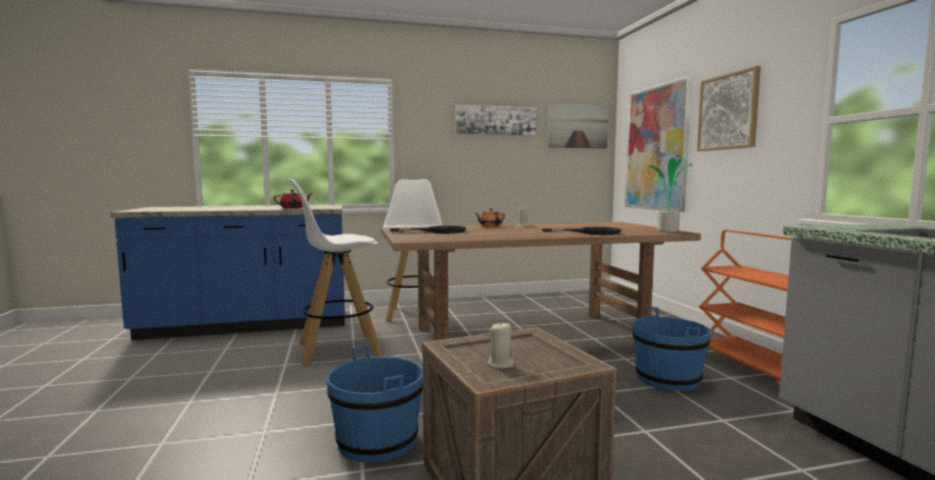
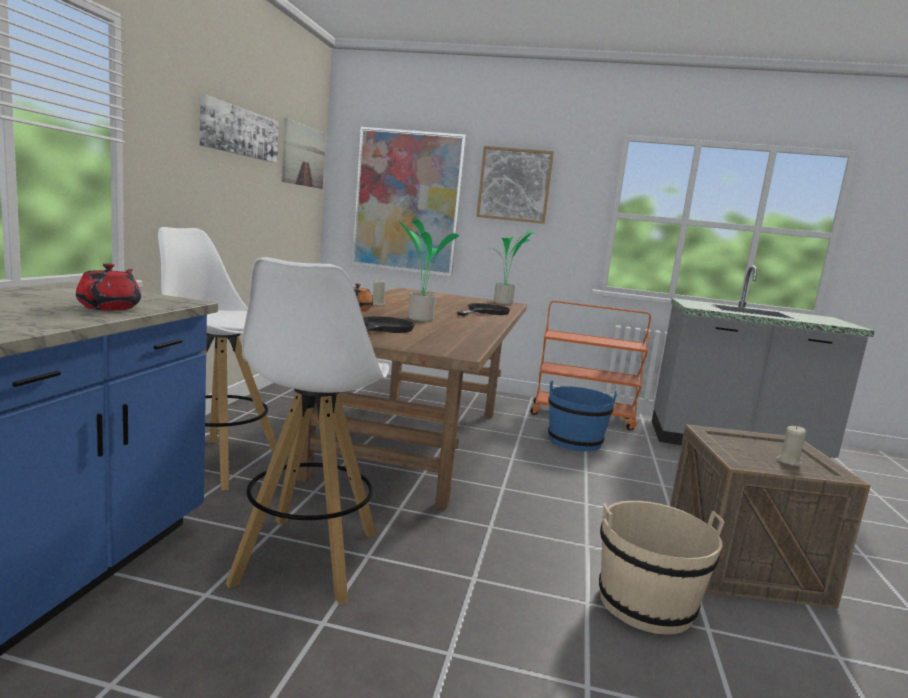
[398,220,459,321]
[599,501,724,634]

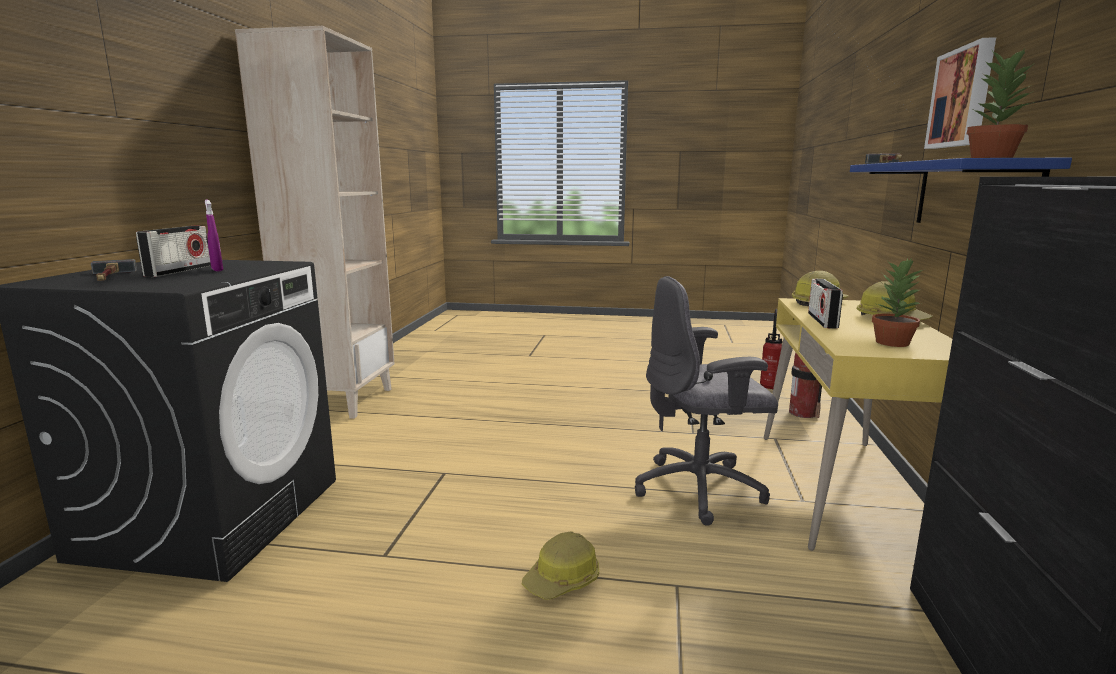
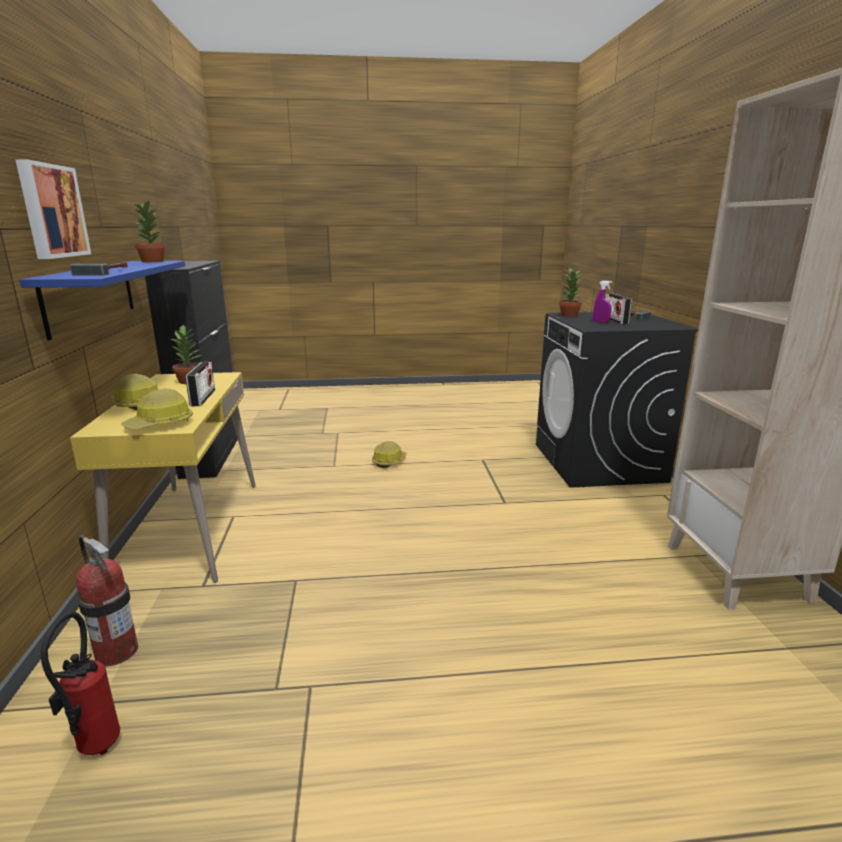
[635,276,778,526] (first image)
[559,267,582,317]

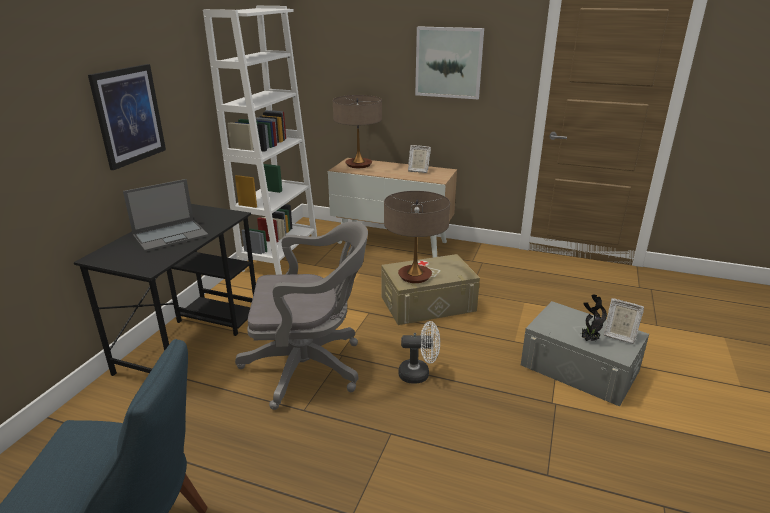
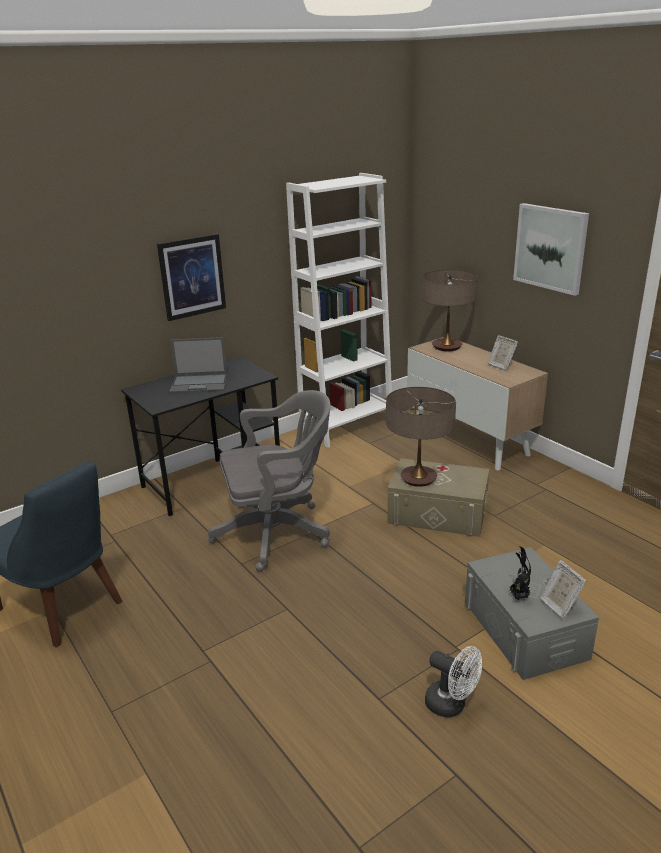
[425,646,482,718]
[208,390,330,572]

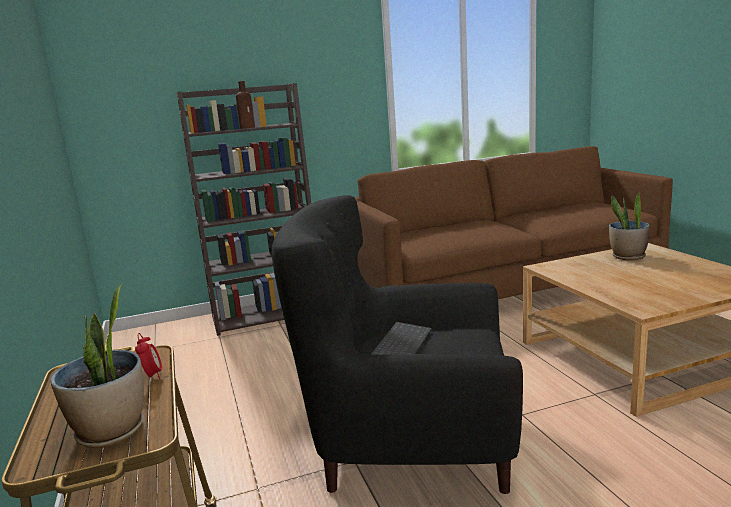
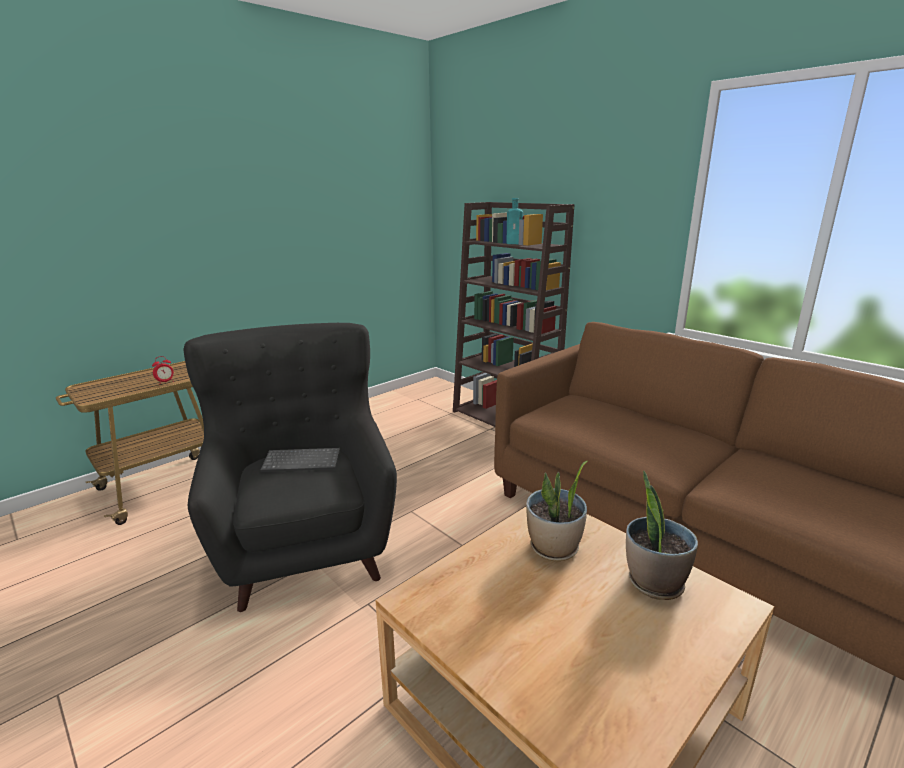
[526,461,588,561]
[506,198,523,244]

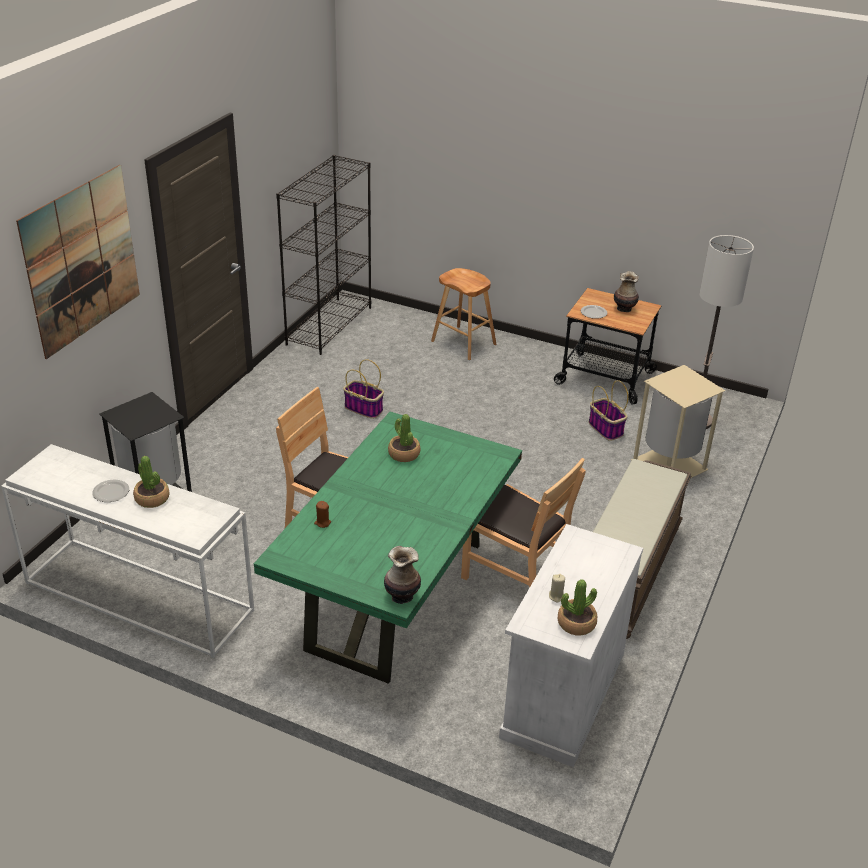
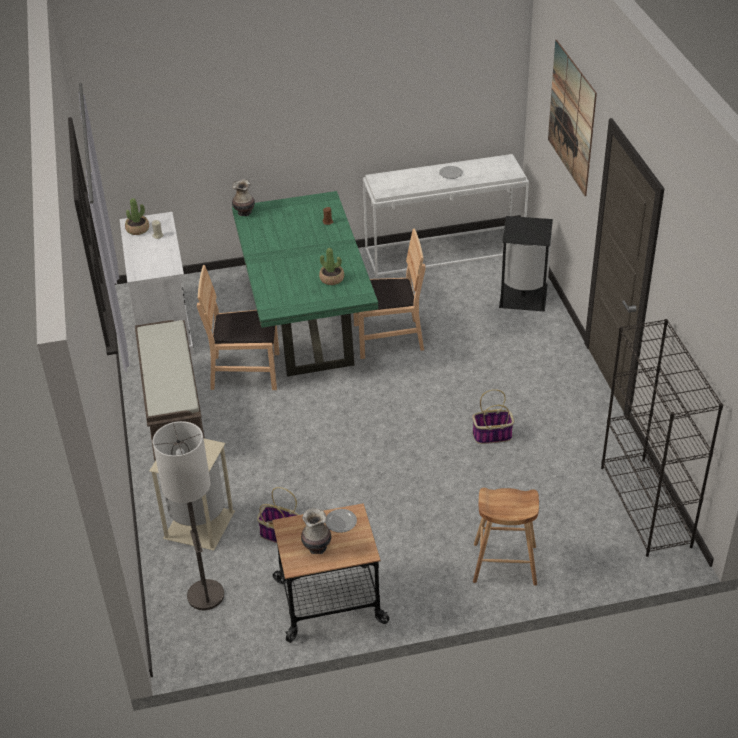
[133,456,170,508] (first image)

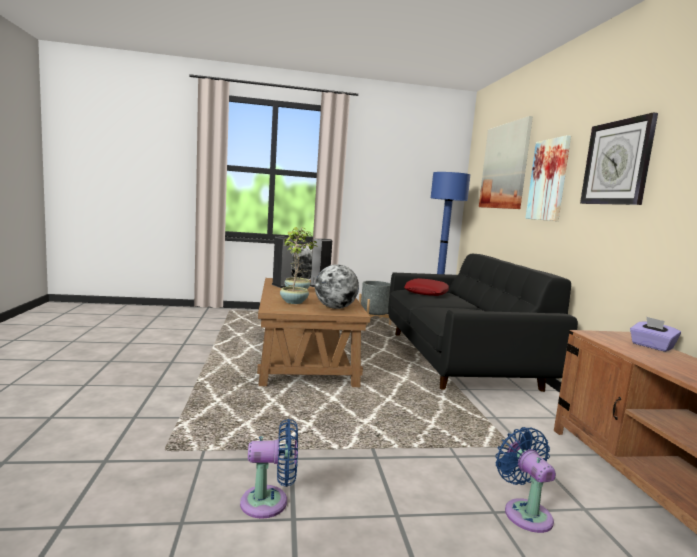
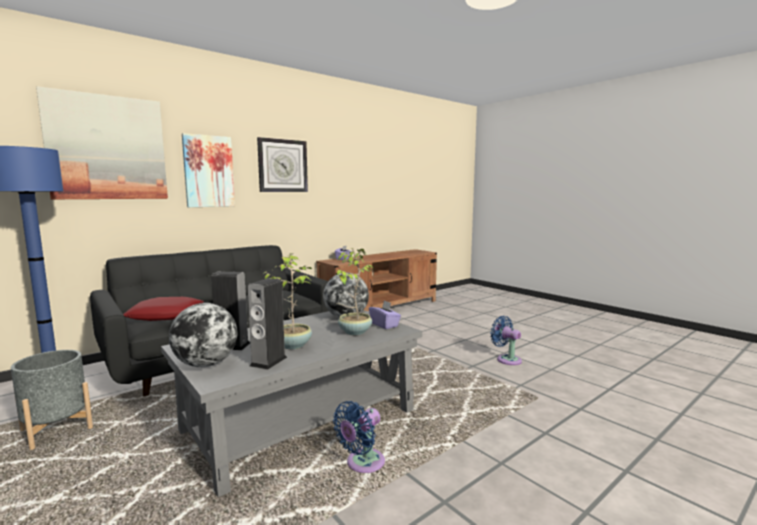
[369,300,401,329]
[333,401,385,473]
[161,310,422,497]

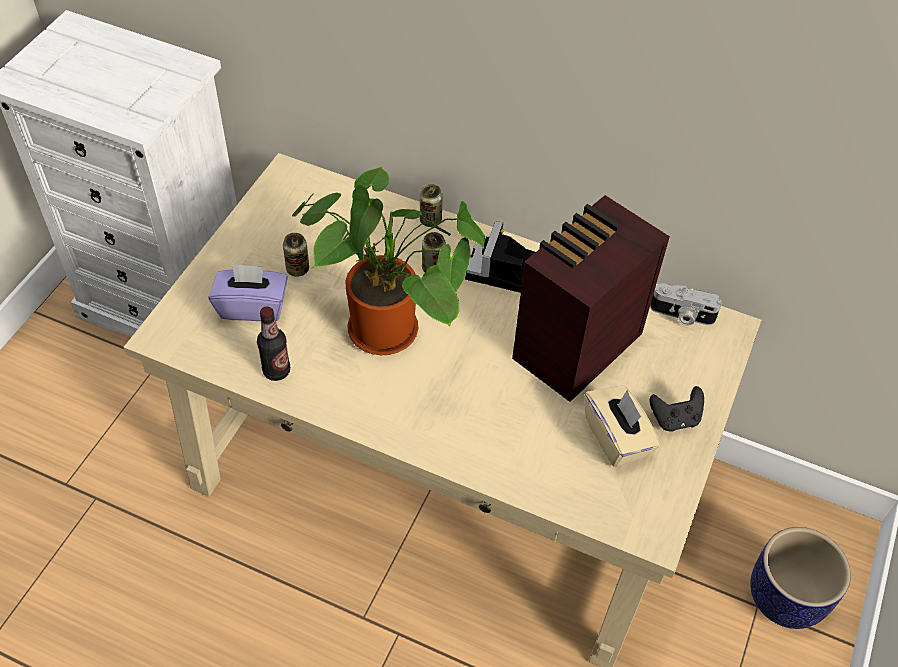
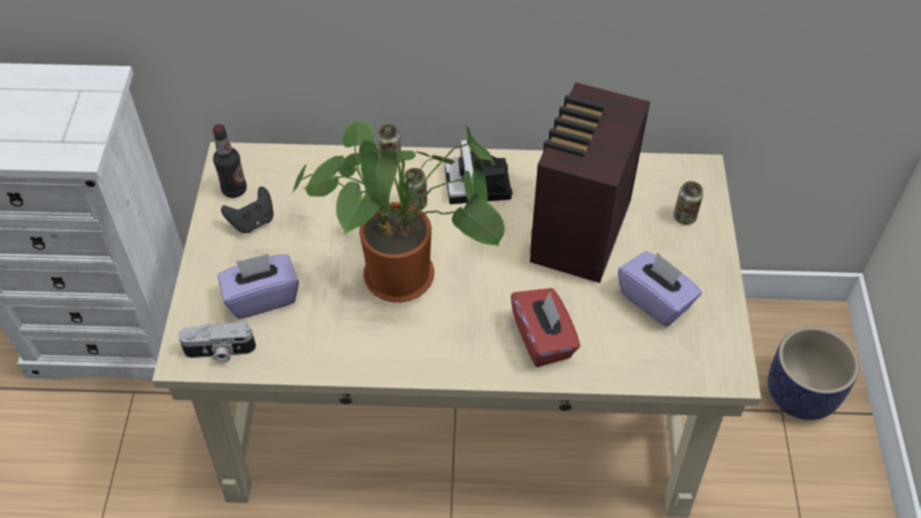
[511,288,580,367]
[213,124,247,198]
[673,181,703,225]
[221,187,274,233]
[178,322,256,363]
[618,251,702,327]

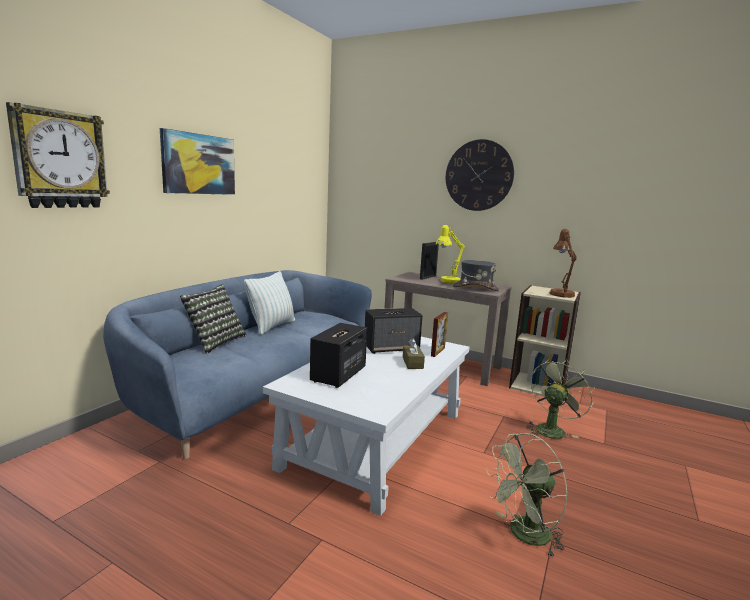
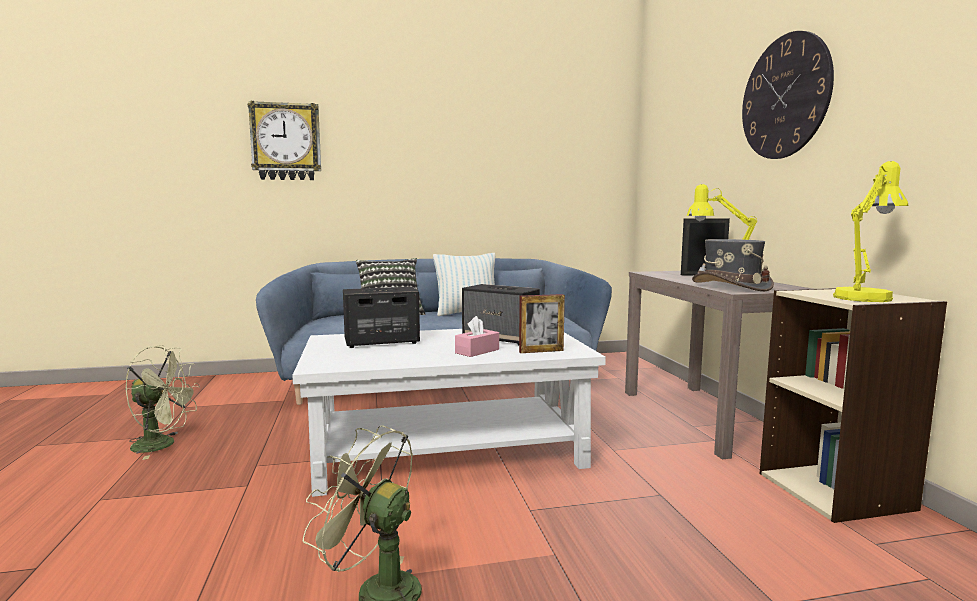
[160,128,235,195] (first image)
[125,345,200,460]
[455,316,499,357]
[833,161,908,302]

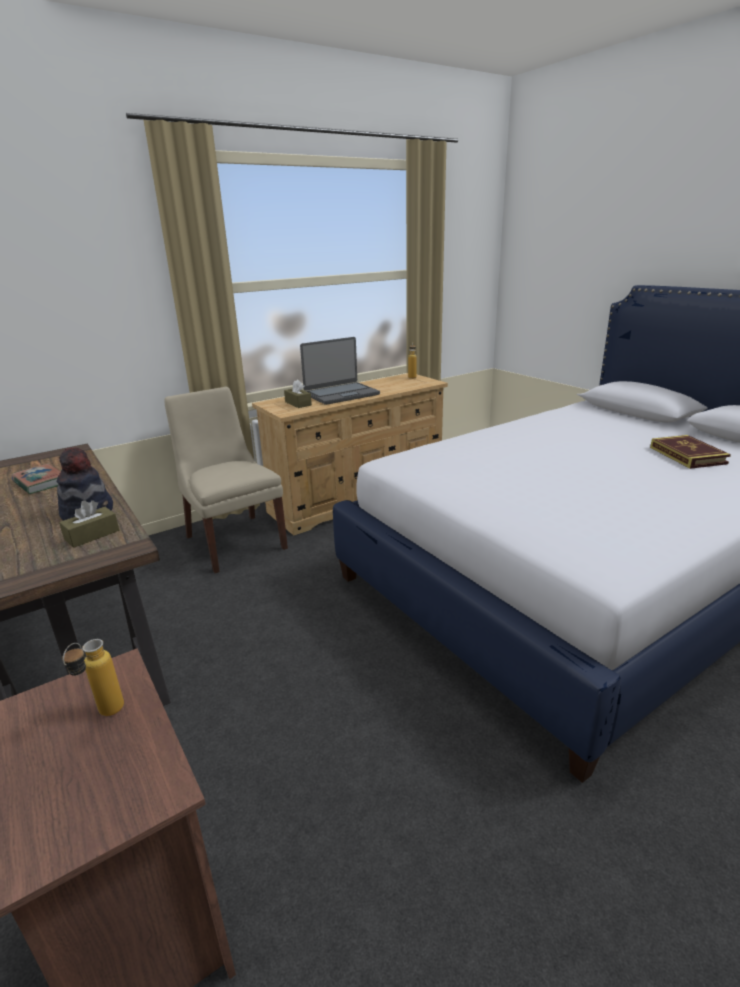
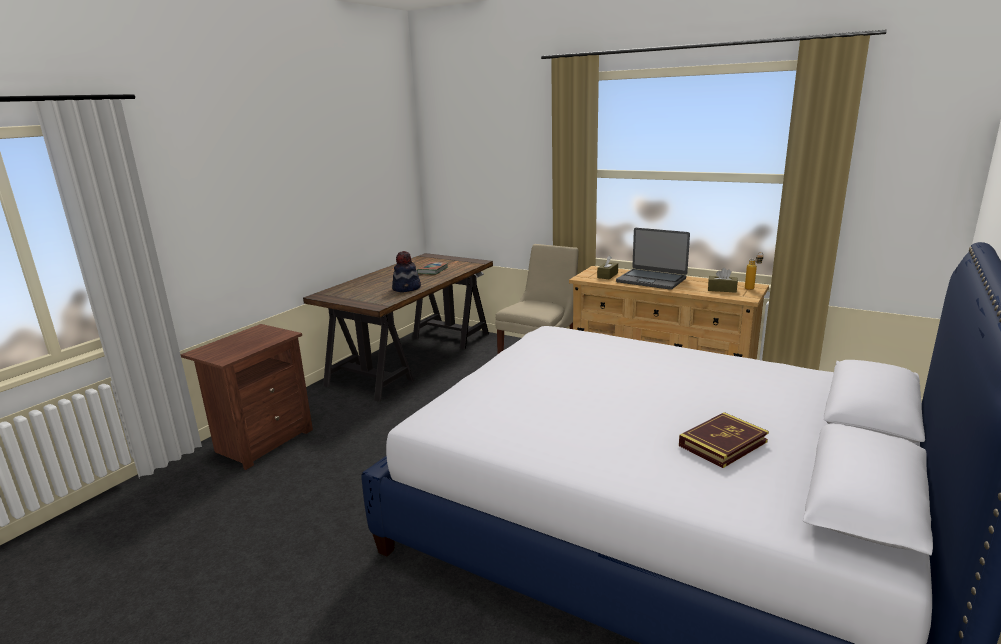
[62,639,124,716] (first image)
[708,268,738,293]

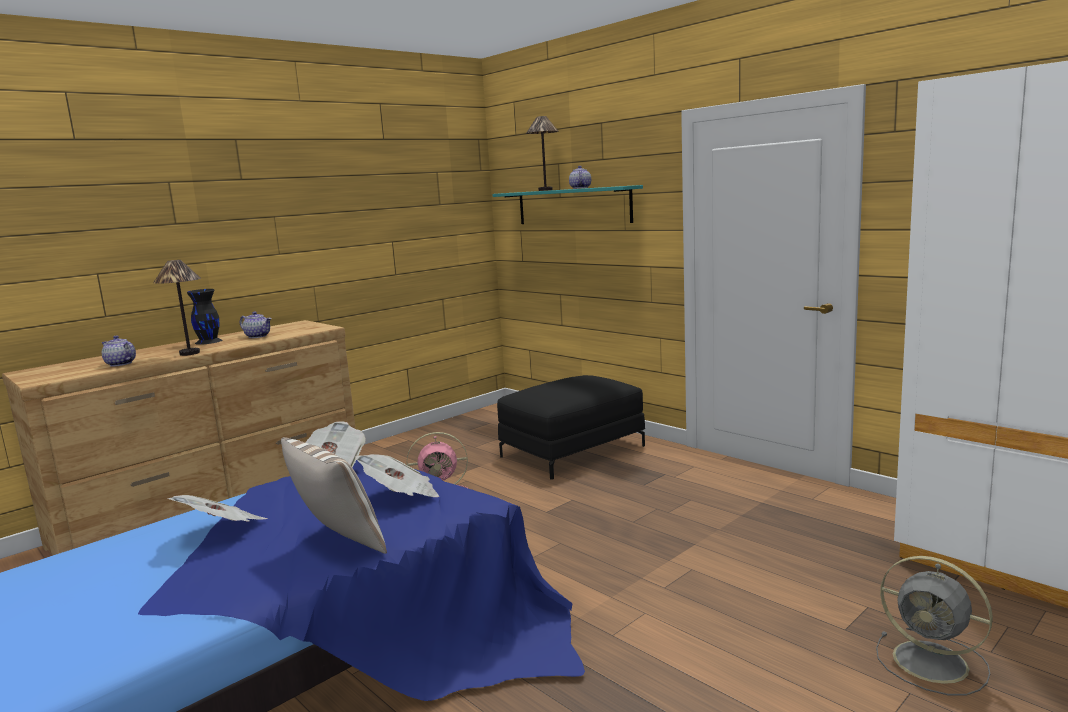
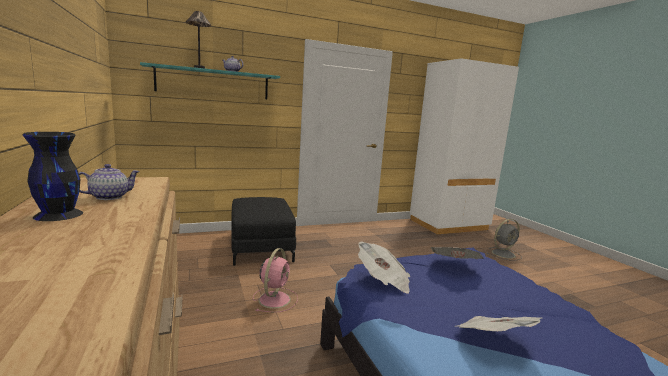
[101,336,136,367] (first image)
[153,260,201,356] (first image)
[281,437,387,554] (first image)

